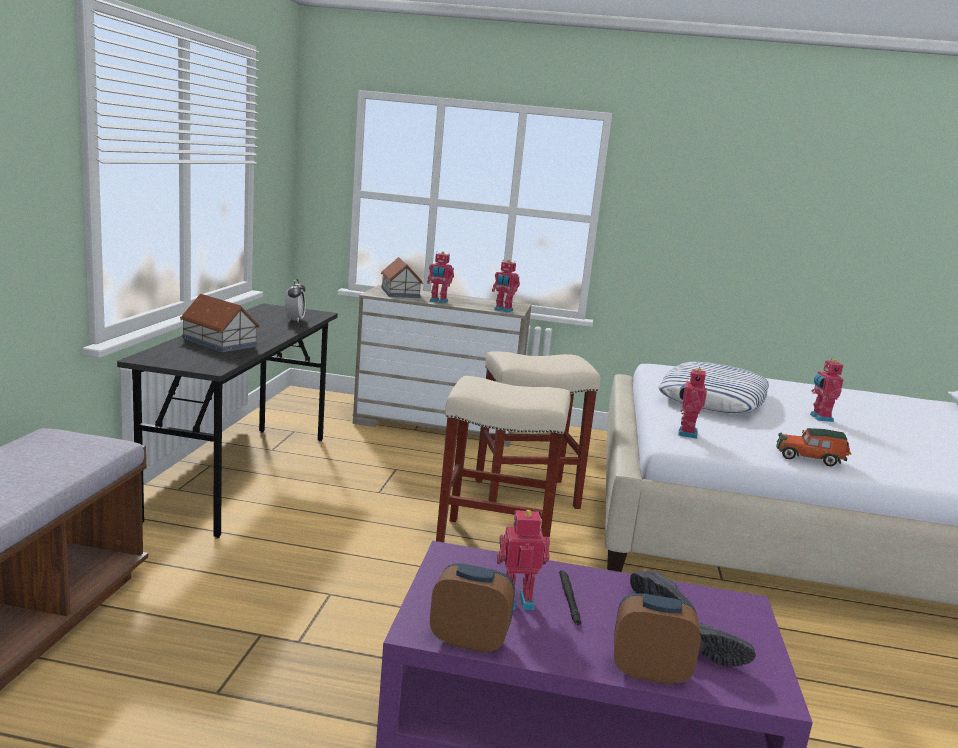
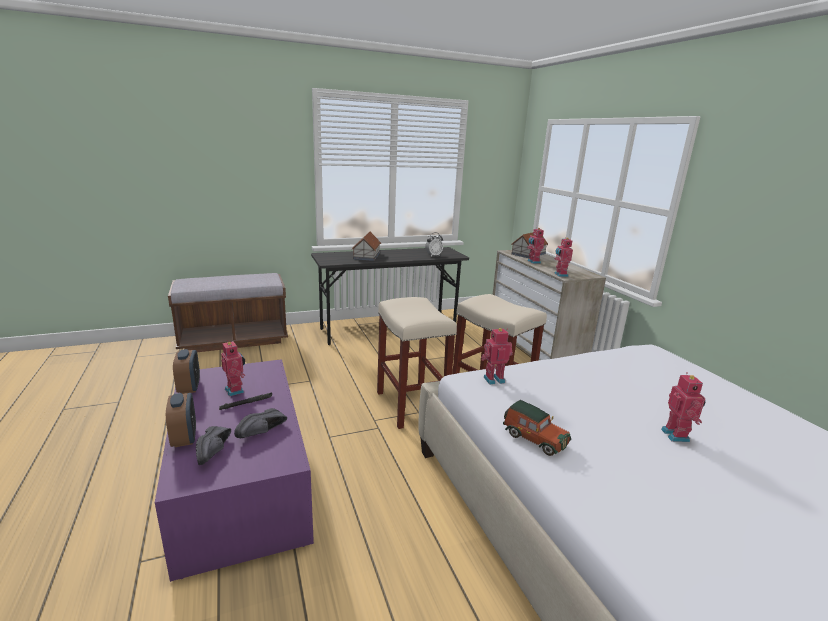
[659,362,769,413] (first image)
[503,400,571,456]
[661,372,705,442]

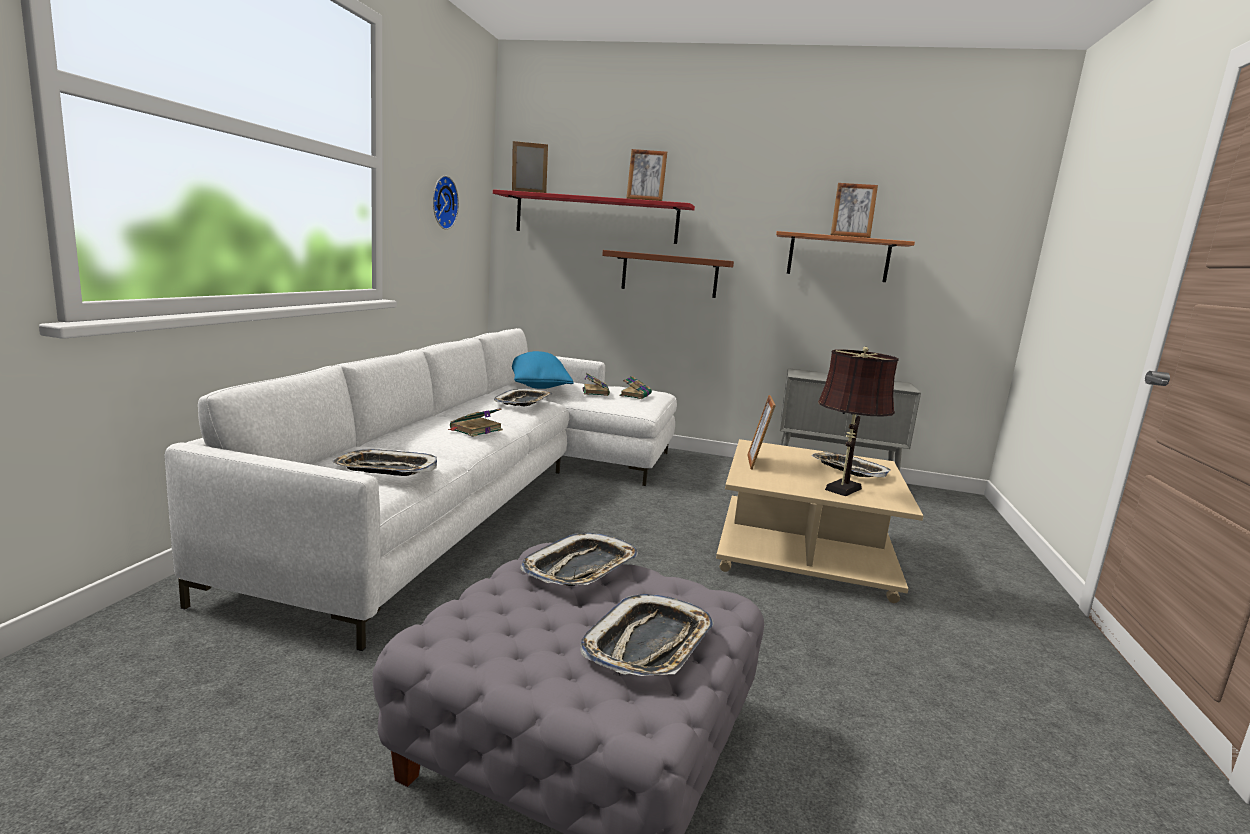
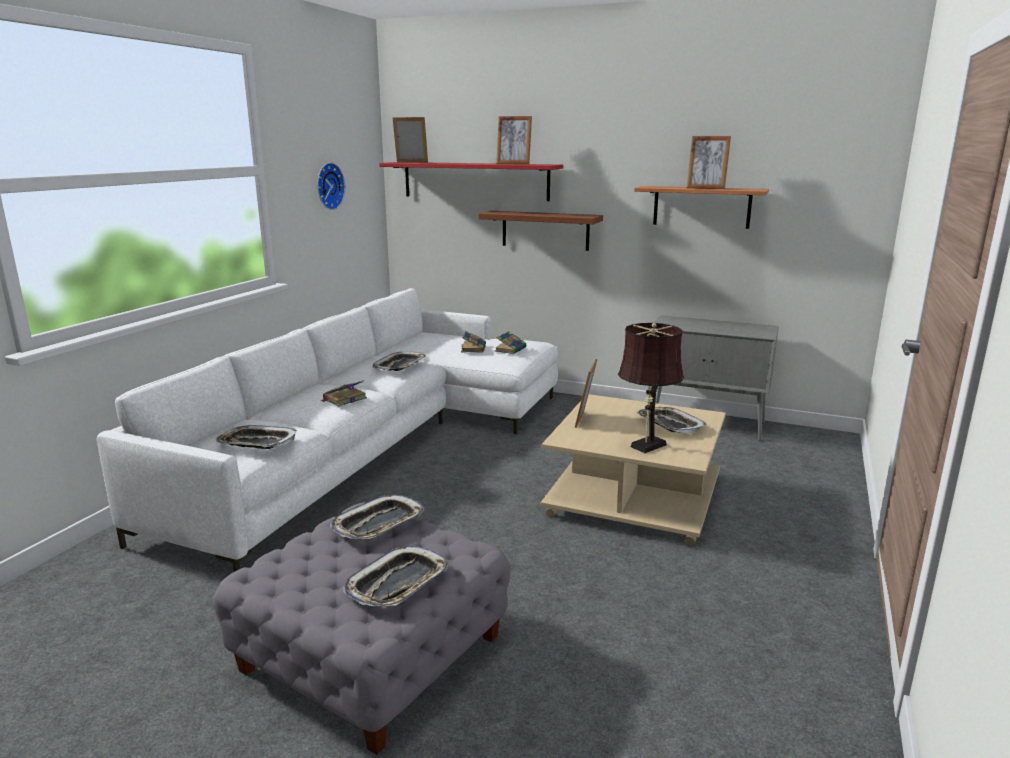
[512,351,574,389] (first image)

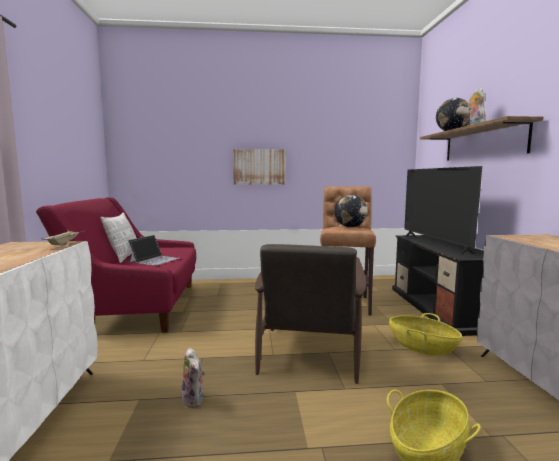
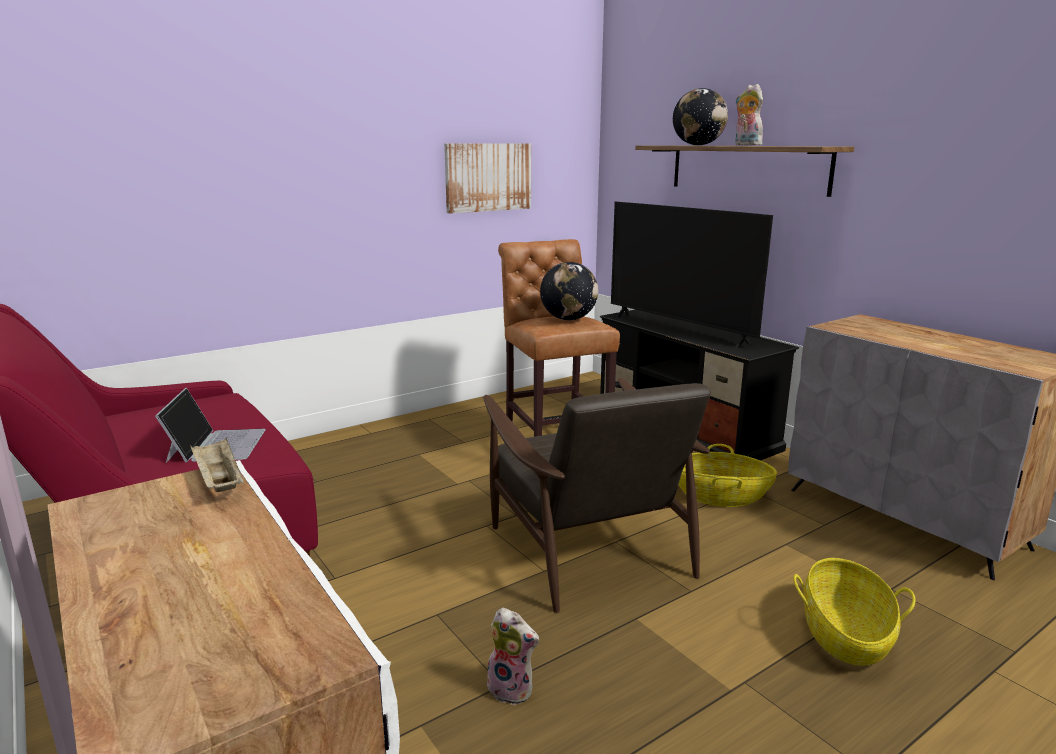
[101,212,136,263] (first image)
[444,143,531,214]

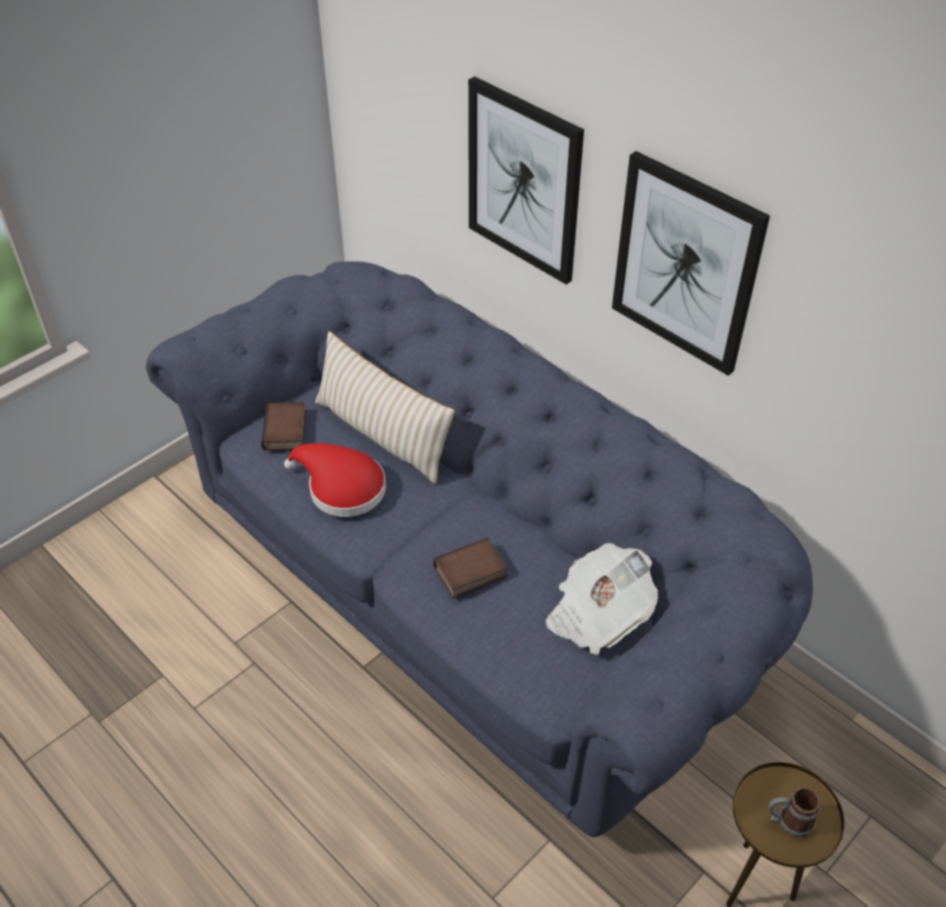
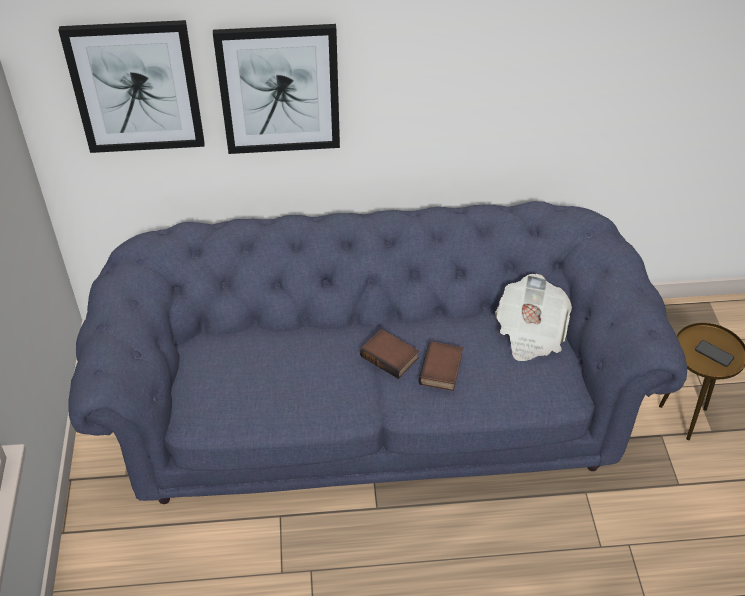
[284,443,386,517] (first image)
[315,331,455,484] (first image)
[360,329,419,379]
[58,20,205,153]
[695,340,734,367]

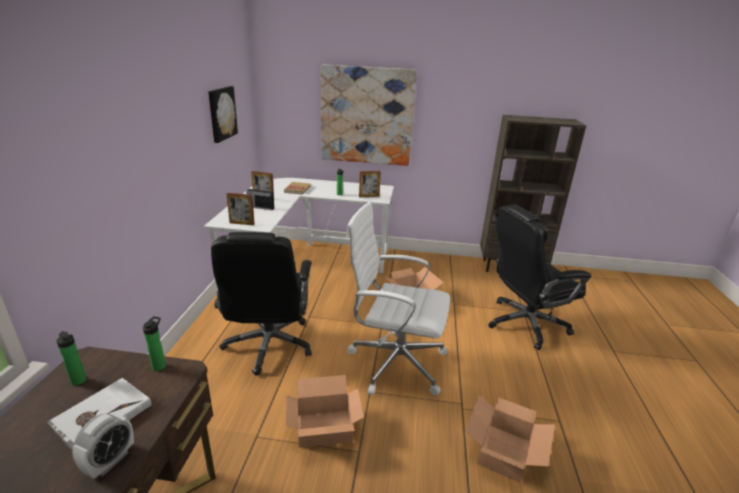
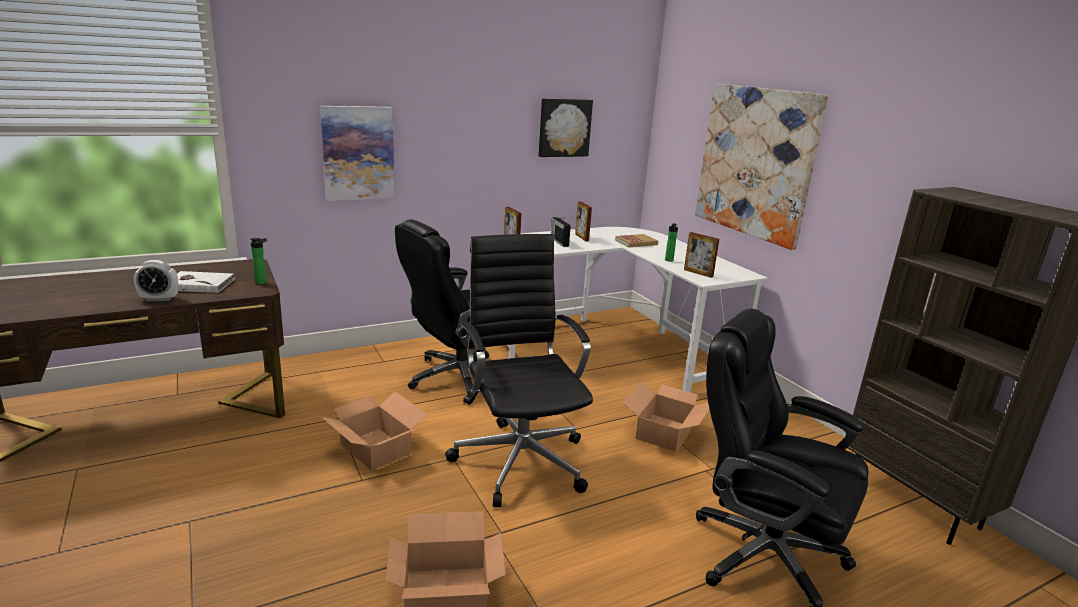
[56,331,86,385] (first image)
[320,106,395,201]
[445,234,593,507]

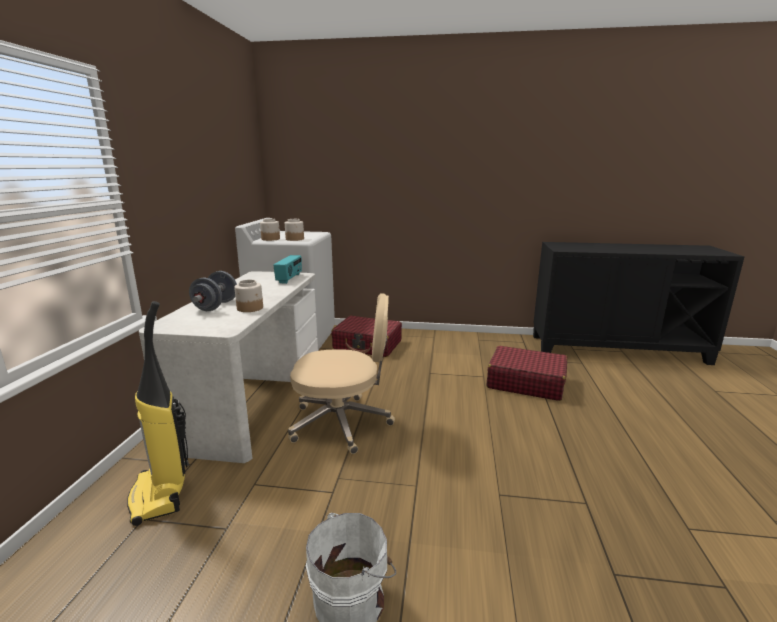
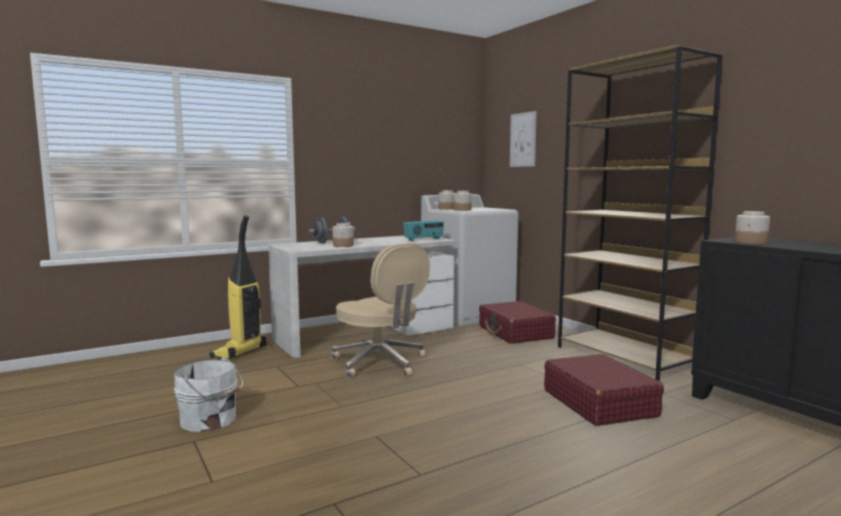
[510,111,537,167]
[558,45,723,381]
[735,211,770,244]

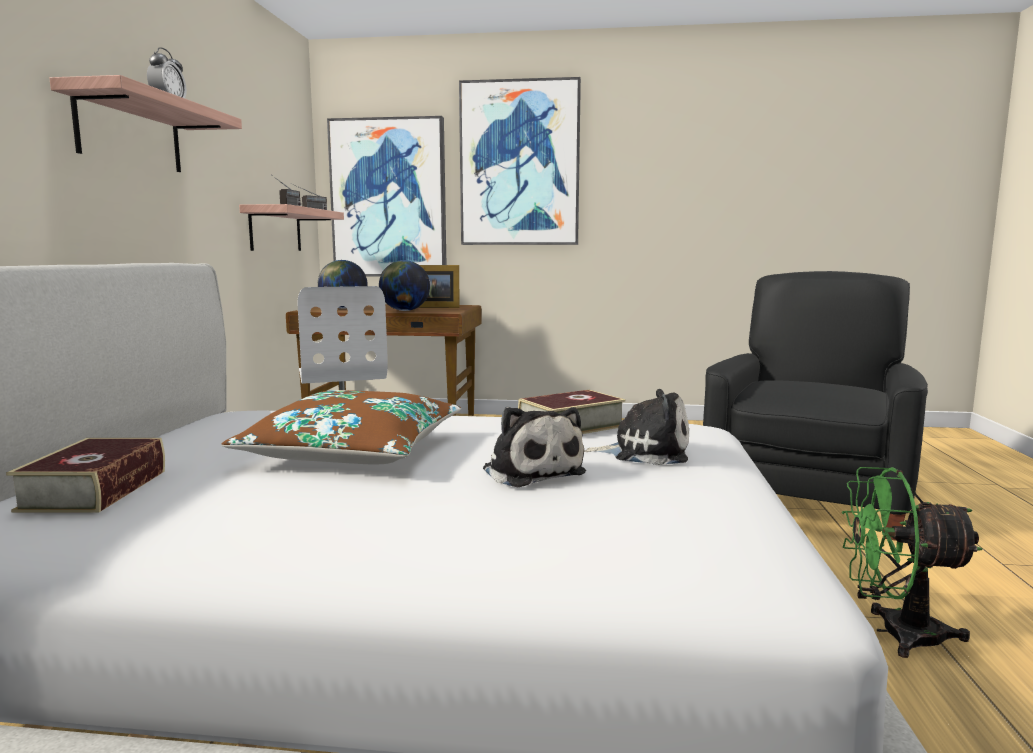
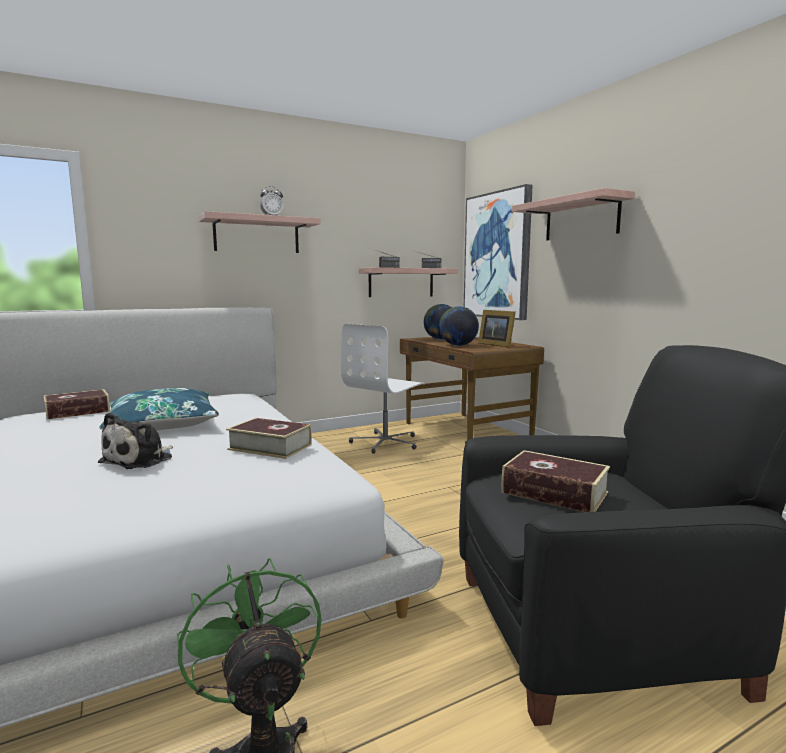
[584,389,689,465] (first image)
[501,450,610,512]
[512,188,635,240]
[99,388,219,431]

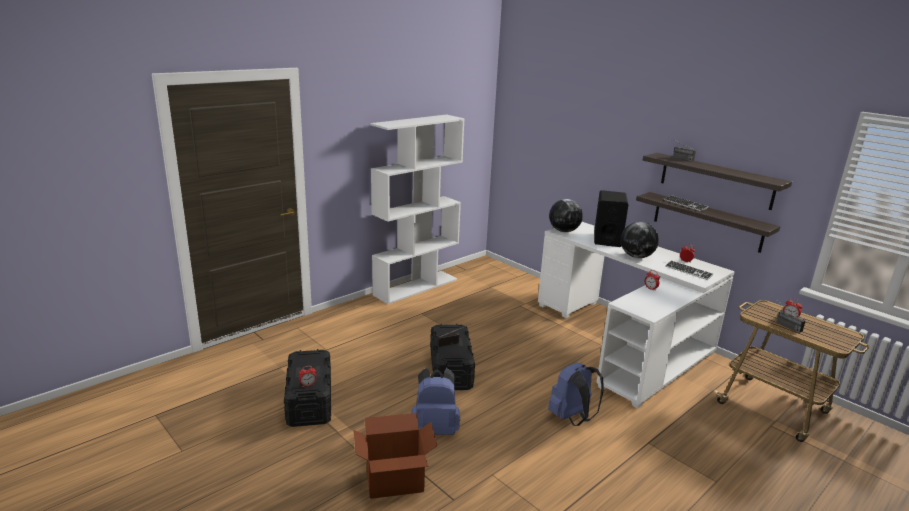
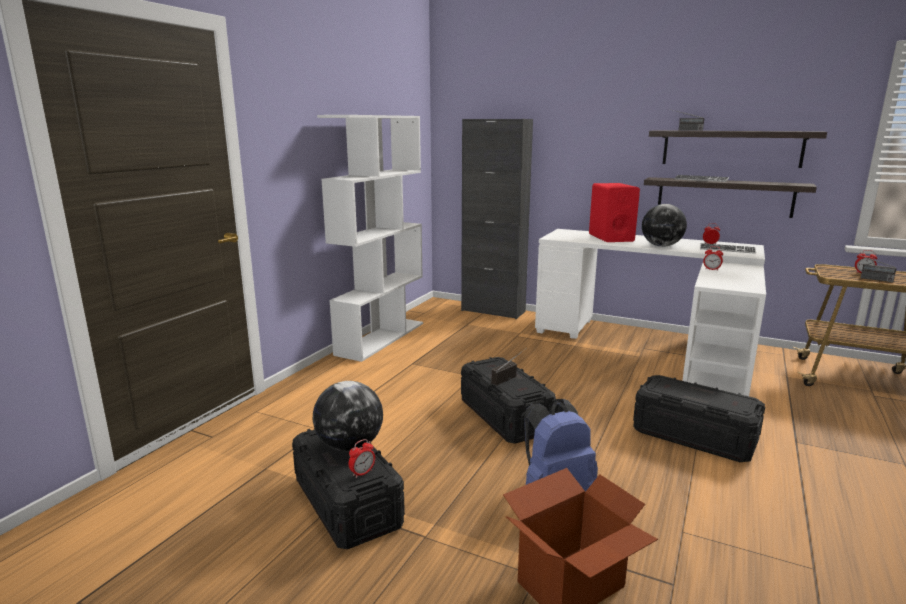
[461,119,533,319]
[313,381,383,452]
[633,375,765,462]
[589,183,640,242]

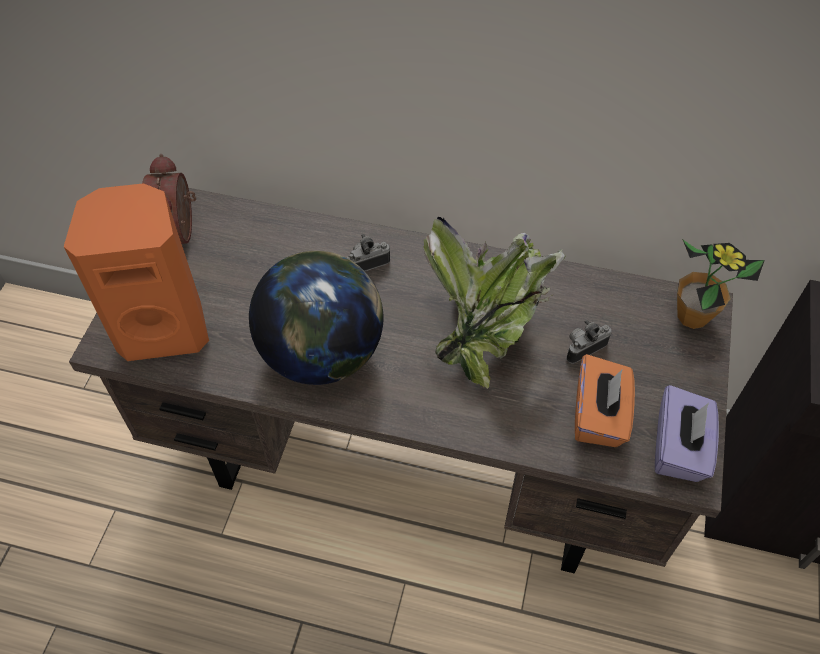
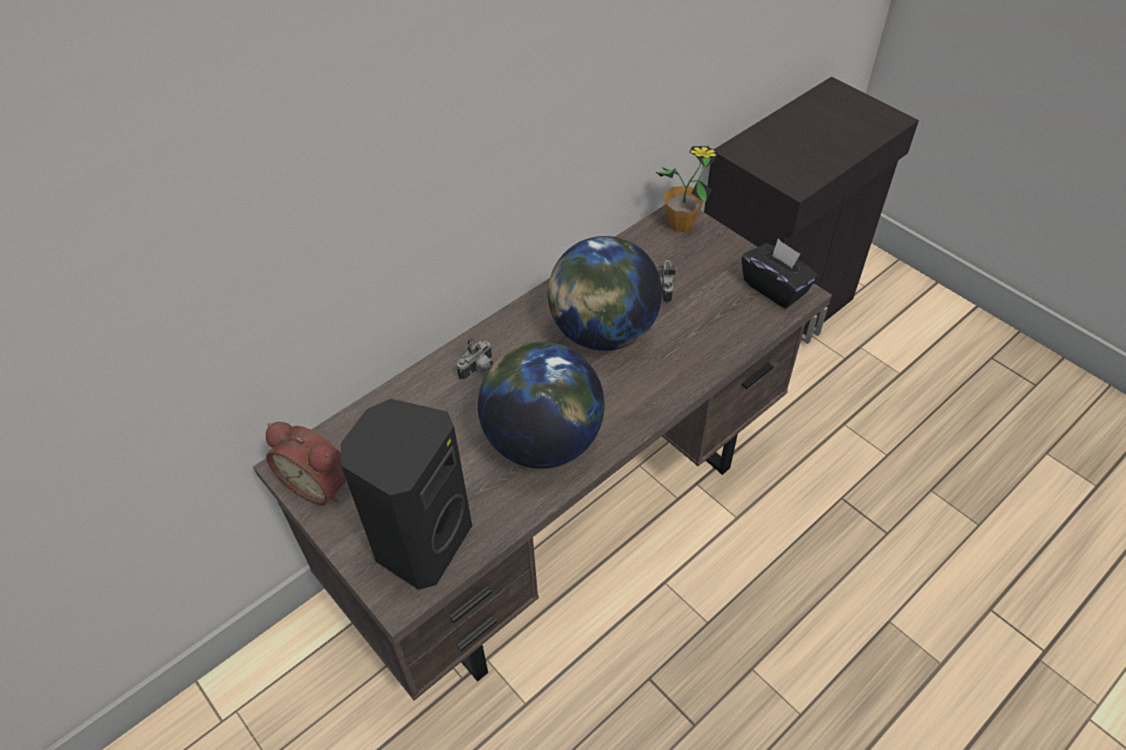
[575,354,635,447] (first image)
[548,236,662,351]
[341,399,472,590]
[742,239,818,308]
[457,338,493,380]

